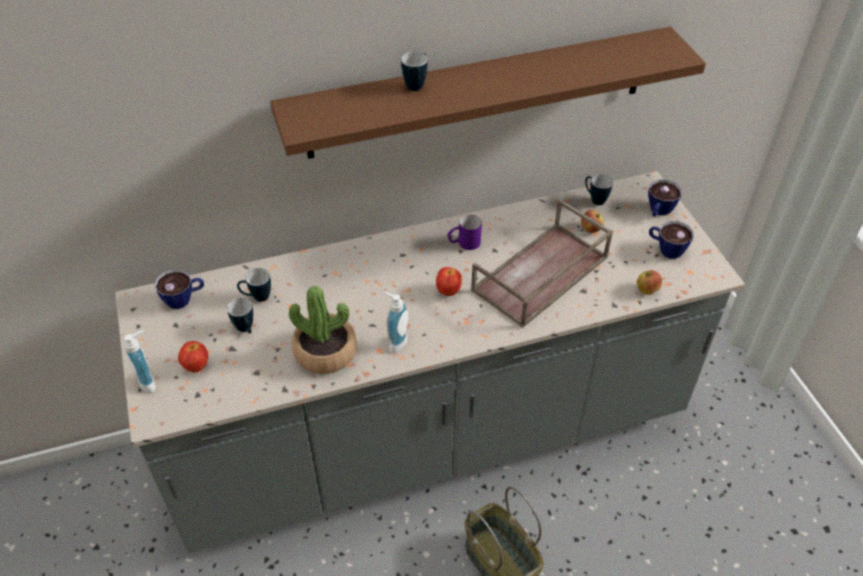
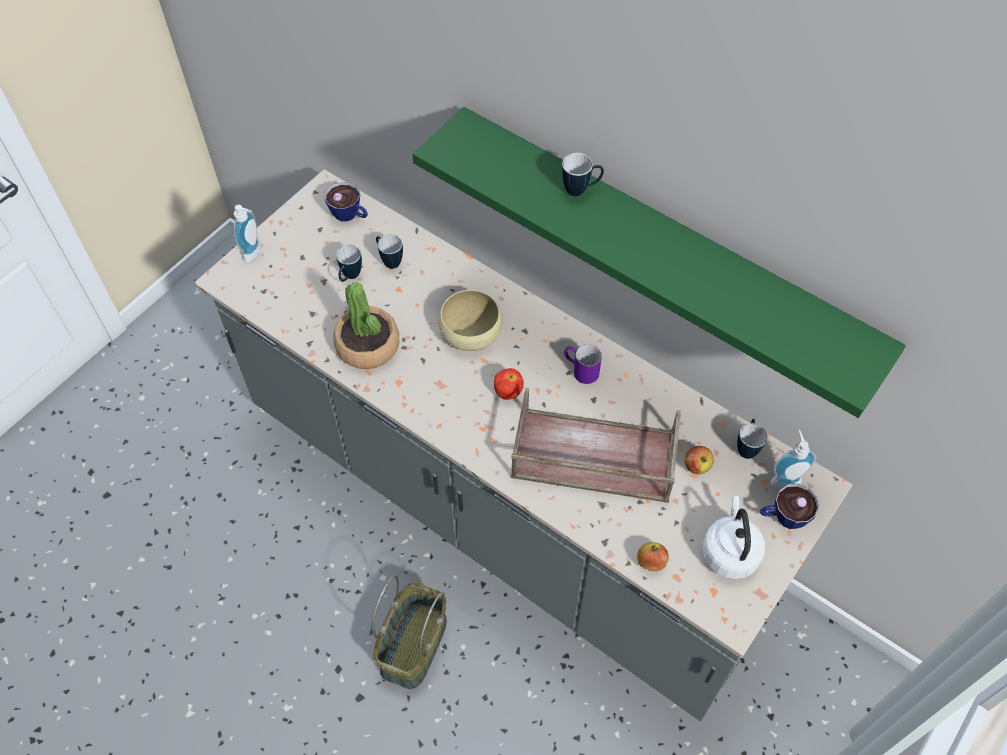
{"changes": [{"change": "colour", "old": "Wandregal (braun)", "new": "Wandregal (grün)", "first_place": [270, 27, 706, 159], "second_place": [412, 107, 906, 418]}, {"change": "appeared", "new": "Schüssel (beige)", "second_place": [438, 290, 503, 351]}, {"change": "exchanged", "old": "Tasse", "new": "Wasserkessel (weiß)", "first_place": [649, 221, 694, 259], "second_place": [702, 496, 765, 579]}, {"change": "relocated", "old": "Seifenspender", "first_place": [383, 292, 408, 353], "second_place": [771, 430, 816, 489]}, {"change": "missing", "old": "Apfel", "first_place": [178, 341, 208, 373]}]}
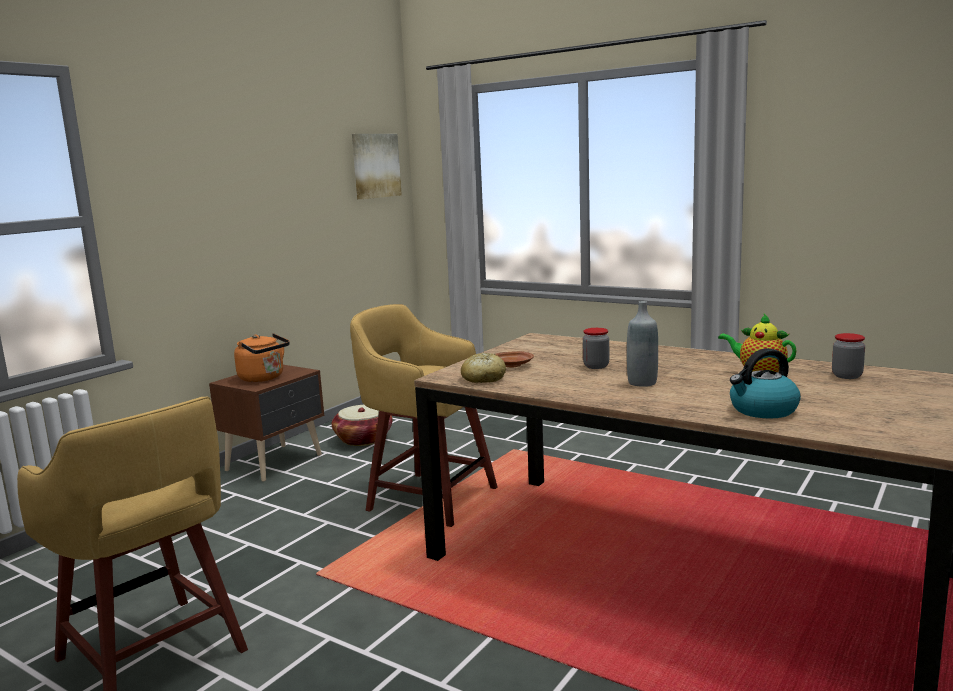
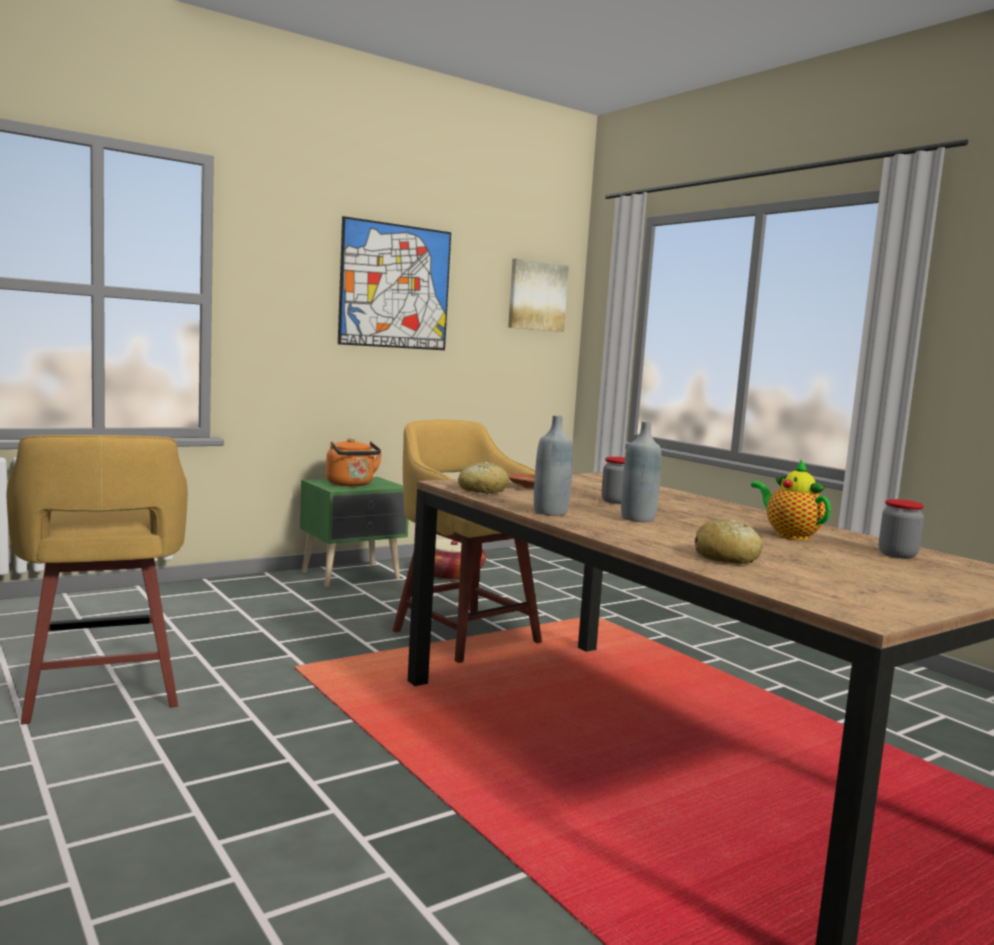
{"changes": [{"change": "colour", "old": "Nachttisch (braun)", "new": "Nachttisch (grün)", "first_place": [209, 365, 324, 481], "second_place": [300, 477, 409, 587]}, {"change": "appeared", "new": "Bild", "second_place": [338, 216, 451, 350]}, {"change": "appeared", "new": "Flasche (grau)", "second_place": [534, 415, 573, 516]}, {"change": "exchanged", "old": "Wasserkessel", "new": "Brot", "first_place": [730, 348, 801, 419], "second_place": [694, 518, 763, 564]}]}
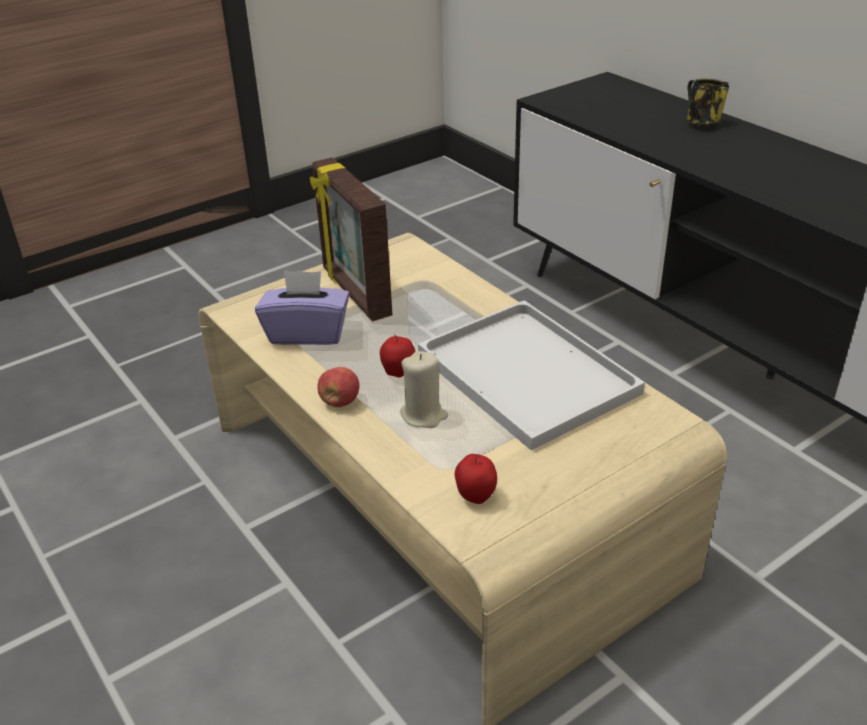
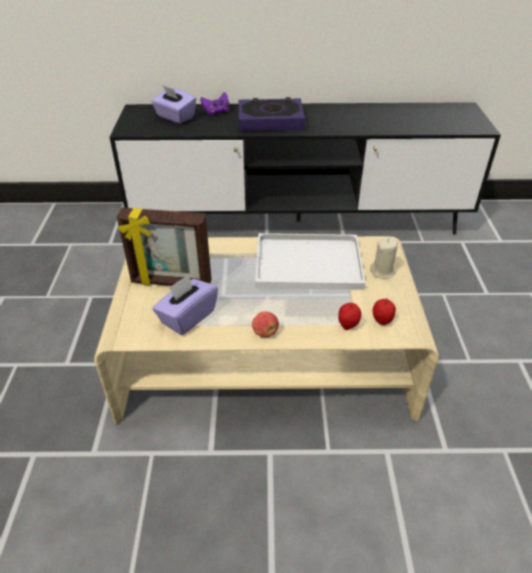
{"changes": [{"change": "appeared", "new": "Taschentuchbox (lila)", "second_place": [151, 85, 196, 124]}, {"change": "exchanged", "old": "Henkelbecher", "new": "Gamepad (lila)", "first_place": [687, 78, 729, 126], "second_place": [200, 92, 229, 115]}, {"change": "appeared", "new": "Buch", "second_place": [238, 97, 305, 131]}, {"change": "relocated", "old": "Apfel", "first_place": [380, 334, 416, 377], "second_place": [338, 303, 361, 330]}, {"change": "relocated", "old": "Kerze (beige)", "first_place": [400, 351, 448, 428], "second_place": [370, 237, 398, 279]}]}
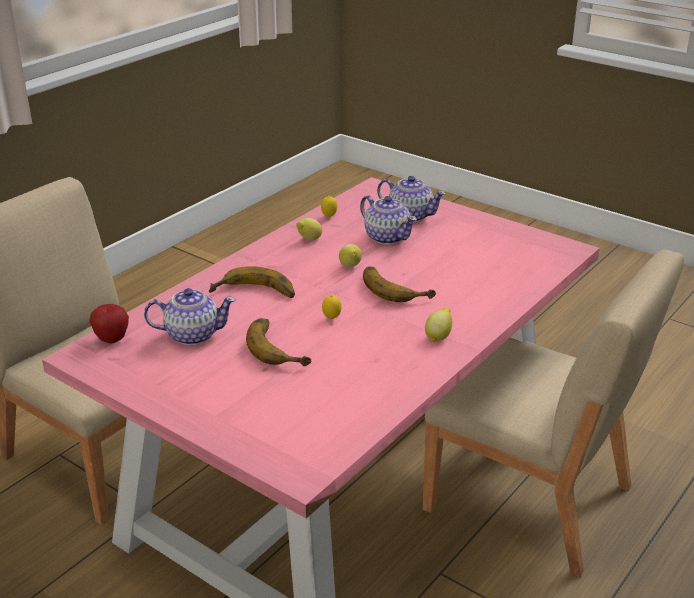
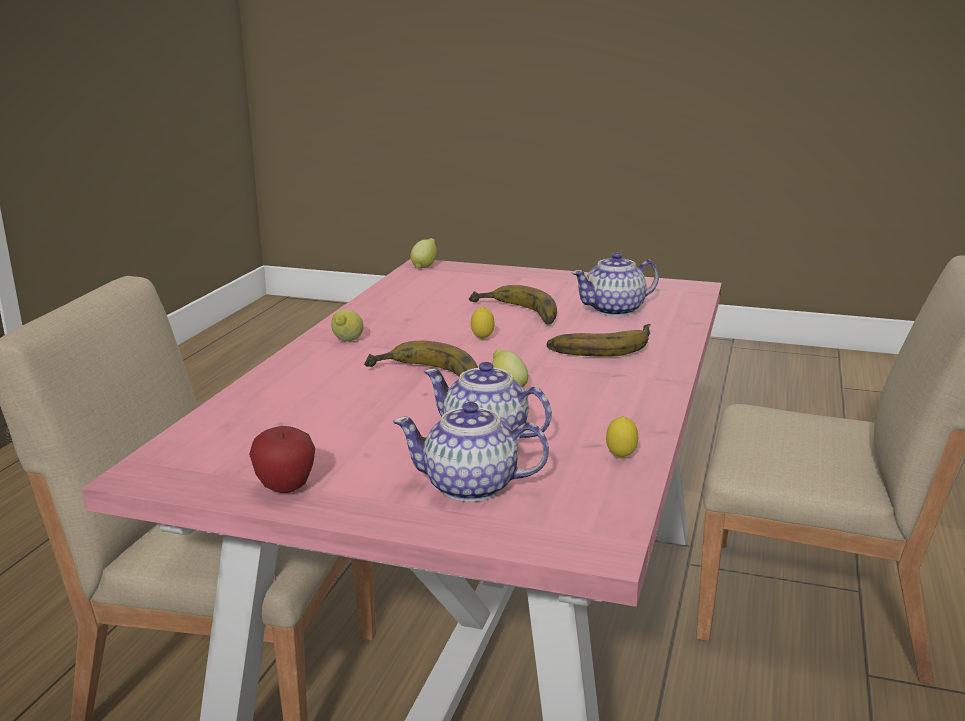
{"changes": [{"change": "relocated", "old": "Apfel", "first_place": [89, 304, 129, 343], "second_place": [249, 426, 315, 493]}, {"change": "relocated", "old": "Zitrone", "first_place": [296, 218, 322, 240], "second_place": [410, 238, 437, 268]}]}
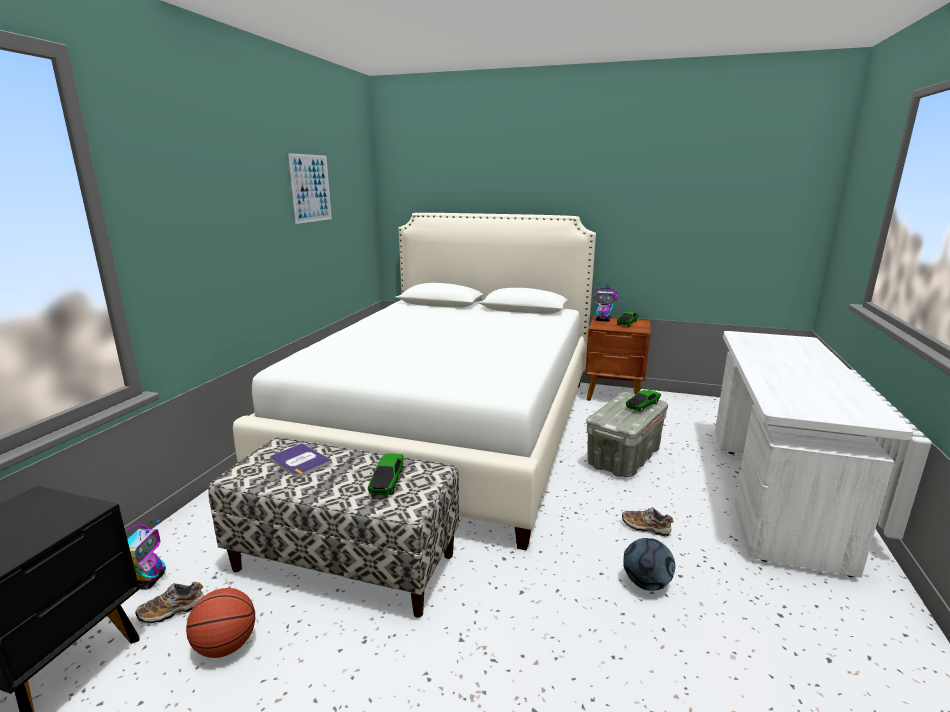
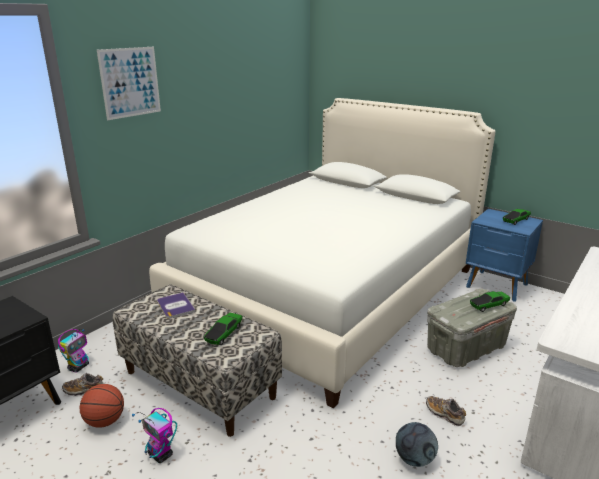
{"changes": [{"change": "relocated", "old": "Bild", "first_place": [288, 153, 332, 224], "second_place": [97, 47, 161, 120]}, {"change": "relocated", "old": "Spielzeugroboter", "first_place": [594, 284, 617, 322], "second_place": [132, 408, 177, 463]}, {"change": "colour", "old": "Nachttisch (braun)", "new": "Nachttisch (blau)", "first_place": [585, 316, 650, 401], "second_place": [466, 209, 543, 302]}]}
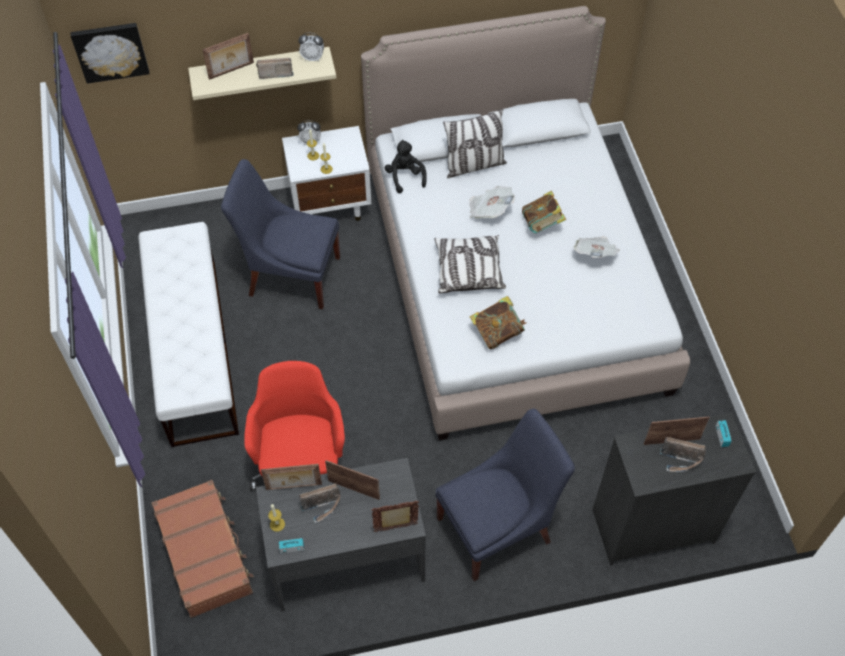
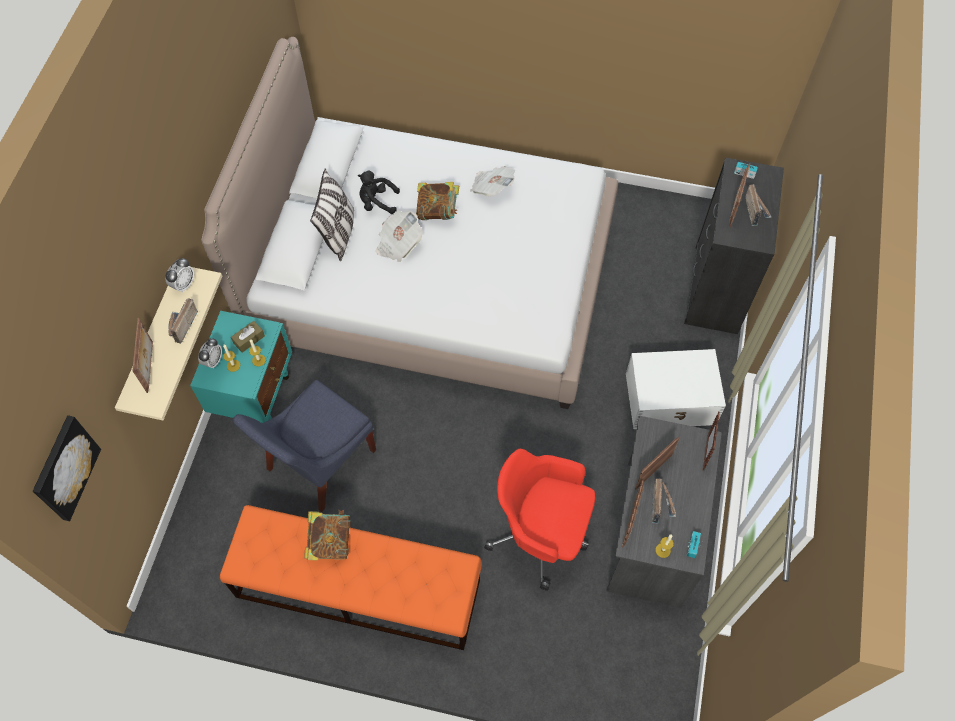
{"changes": [{"change": "colour", "old": "Nachttisch (weiß)", "new": "Nachttisch (türkis)", "first_place": [282, 126, 371, 221], "second_place": [190, 311, 292, 423]}, {"change": "colour", "old": "Bank (weiß)", "new": "Bank (orange)", "first_place": [138, 222, 239, 447], "second_place": [220, 505, 482, 650]}, {"change": "appeared", "new": "Taschentuchbox (braun)", "second_place": [231, 321, 265, 353]}, {"change": "relocated", "old": "Buch", "first_place": [470, 296, 526, 350], "second_place": [304, 510, 351, 560]}, {"change": "relocated", "old": "Plüschtier (schwarz)", "first_place": [385, 140, 427, 194], "second_place": [358, 171, 400, 215]}, {"change": "exchanged", "old": "Stuhl (blau)", "new": "Aufbewahrungsbox (weiß)", "first_place": [436, 408, 575, 581], "second_place": [626, 349, 726, 429]}, {"change": "spun", "old": "Radio", "first_place": [660, 437, 706, 472], "second_place": [745, 184, 771, 226], "degrees": -45}, {"change": "missing", "old": "Koffer (braun)", "first_place": [152, 480, 254, 618]}, {"change": "missing", "old": "Kissen", "first_place": [434, 235, 506, 293]}]}
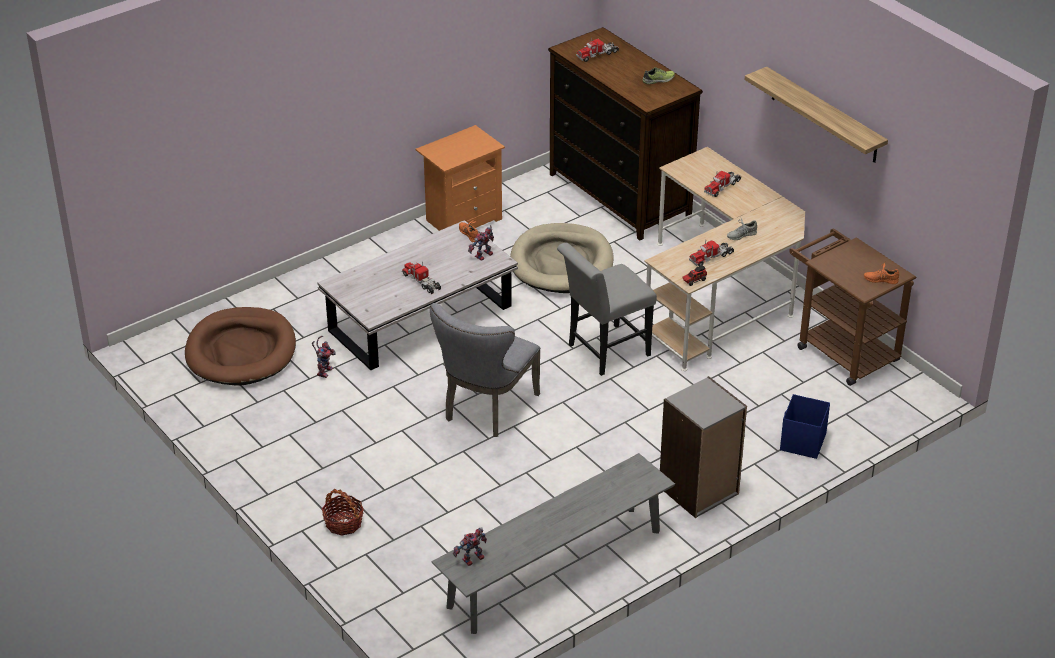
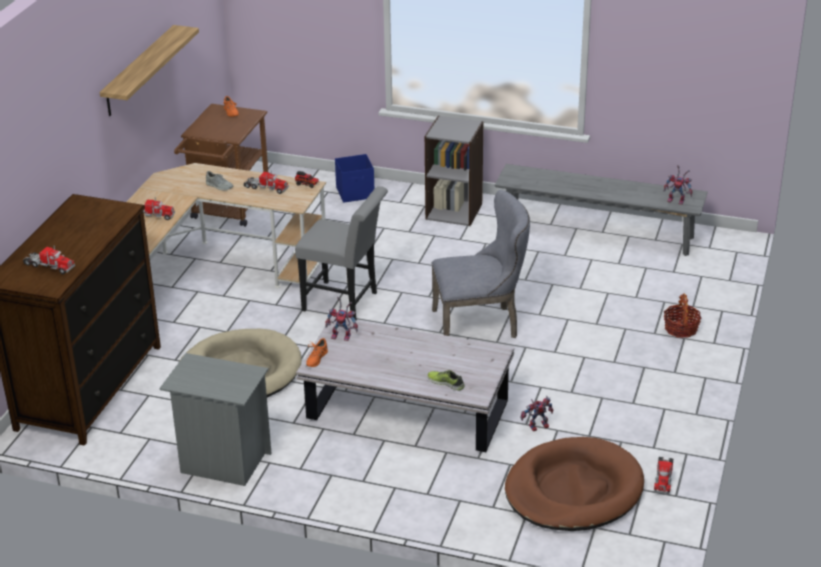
{"changes": [{"change": "colour", "old": "Nachttisch (orange)", "new": "Nachttisch (grau)", "first_place": [415, 125, 505, 231], "second_place": [159, 353, 271, 486]}, {"change": "relocated", "old": "Schuh", "first_place": [643, 67, 675, 84], "second_place": [428, 370, 465, 391]}, {"change": "relocated", "old": "Spielzeuglaster", "first_place": [402, 262, 441, 294], "second_place": [654, 457, 674, 494]}]}
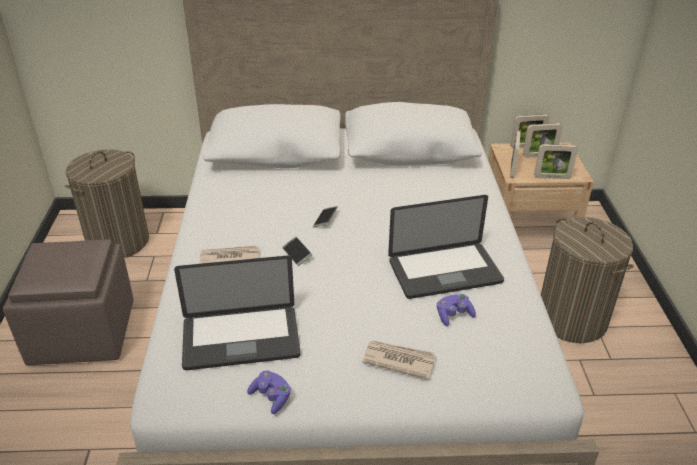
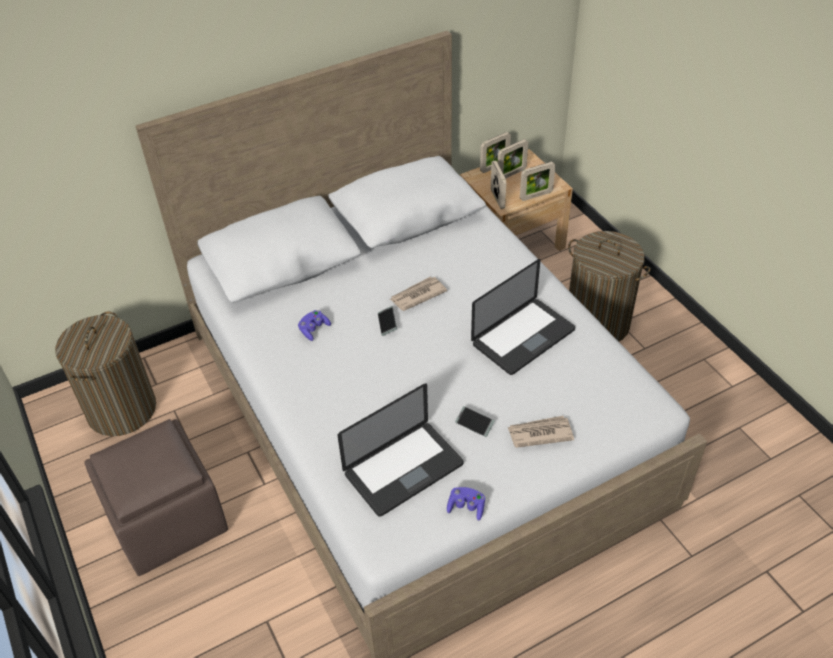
{"changes": [{"change": "relocated", "old": "Gamepad (lila)", "first_place": [437, 294, 476, 326], "second_place": [298, 310, 331, 341]}, {"change": "relocated", "old": "Zeitung", "first_place": [200, 245, 259, 264], "second_place": [390, 277, 447, 311]}, {"change": "relocated", "old": "Handy", "first_place": [282, 237, 312, 266], "second_place": [455, 406, 495, 437]}]}
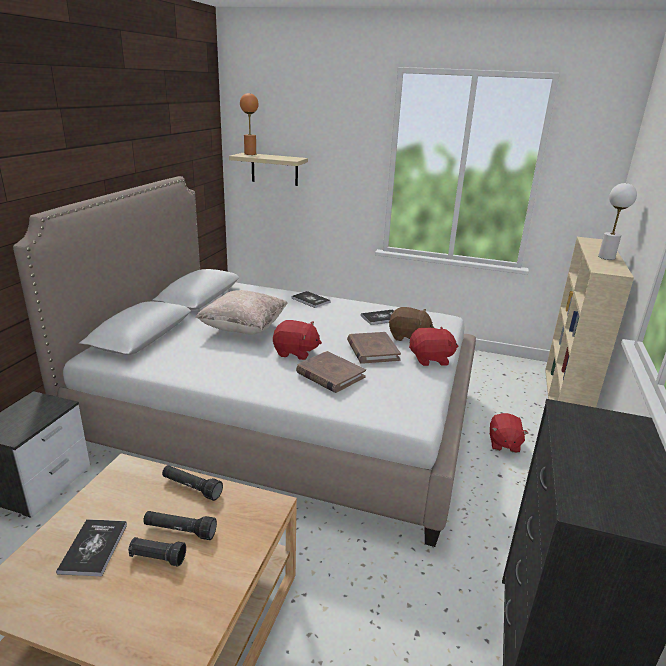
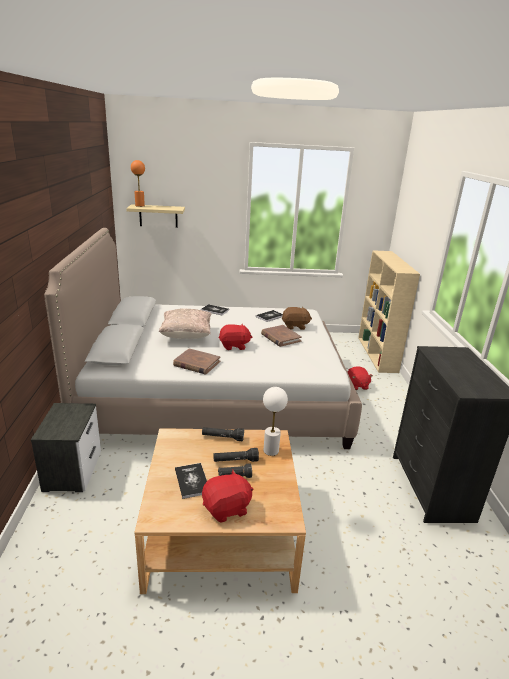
{"changes": [{"change": "relocated", "old": "Buch (braun)", "first_place": [296, 351, 366, 393], "second_place": [173, 348, 221, 375]}, {"change": "relocated", "old": "Plüschtier (rot)", "first_place": [409, 326, 458, 366], "second_place": [202, 470, 253, 523]}, {"change": "relocated", "old": "Tischlampe (weiß)", "first_place": [598, 183, 637, 260], "second_place": [263, 387, 288, 456]}]}
